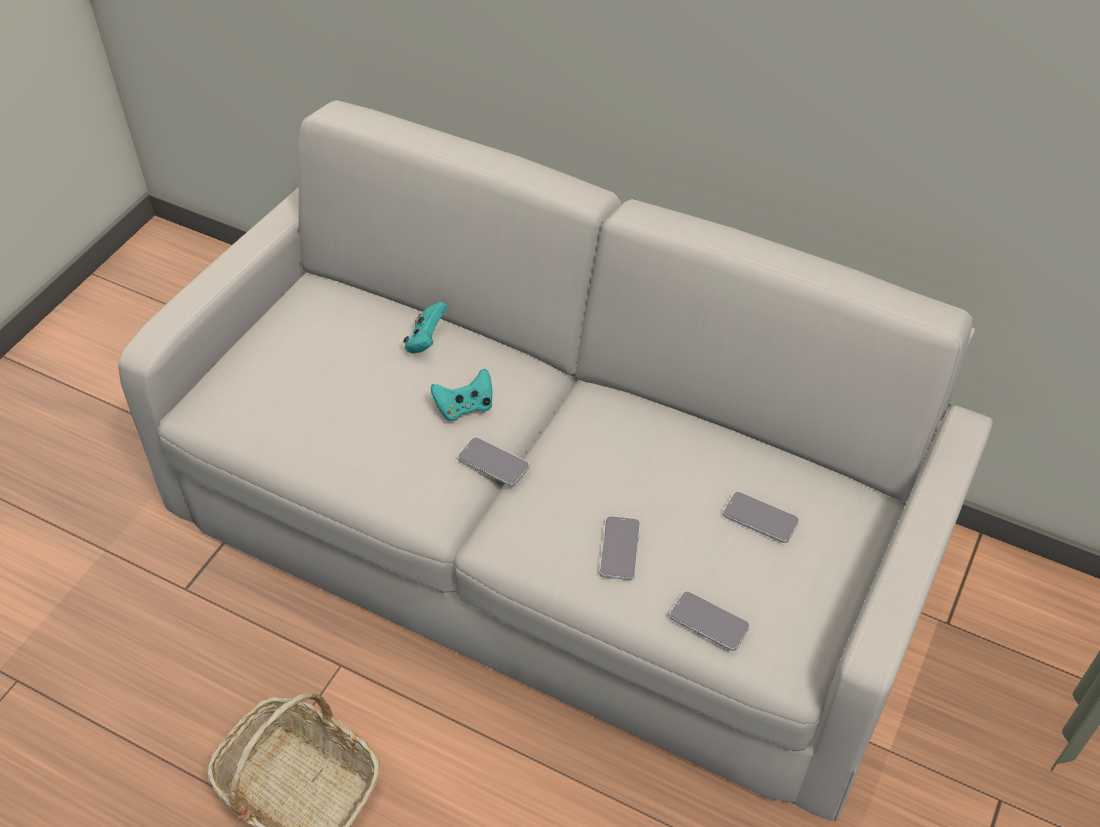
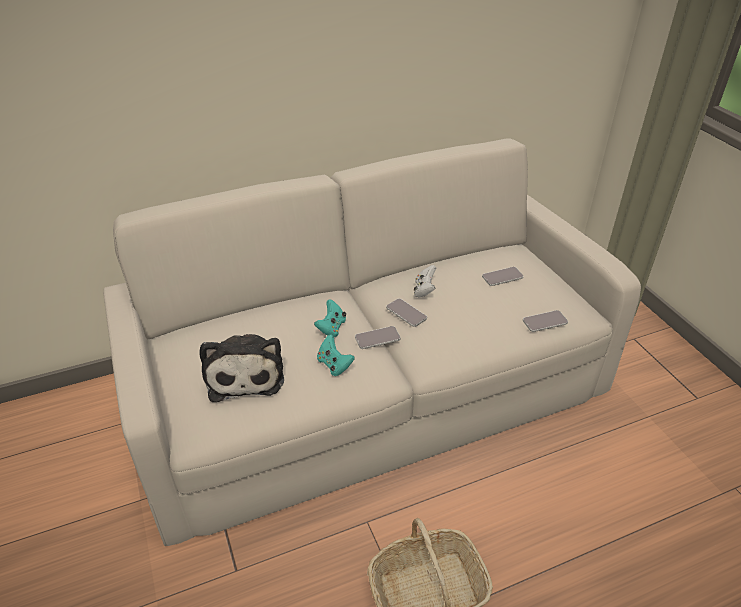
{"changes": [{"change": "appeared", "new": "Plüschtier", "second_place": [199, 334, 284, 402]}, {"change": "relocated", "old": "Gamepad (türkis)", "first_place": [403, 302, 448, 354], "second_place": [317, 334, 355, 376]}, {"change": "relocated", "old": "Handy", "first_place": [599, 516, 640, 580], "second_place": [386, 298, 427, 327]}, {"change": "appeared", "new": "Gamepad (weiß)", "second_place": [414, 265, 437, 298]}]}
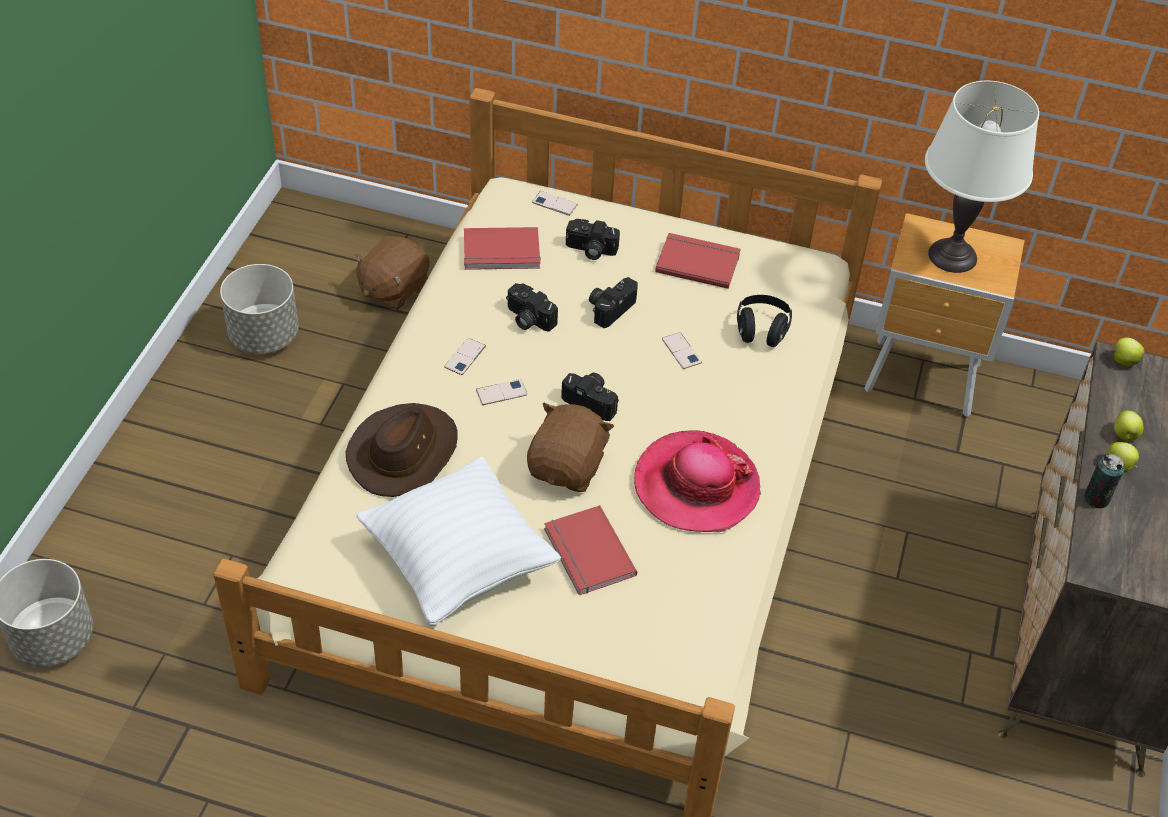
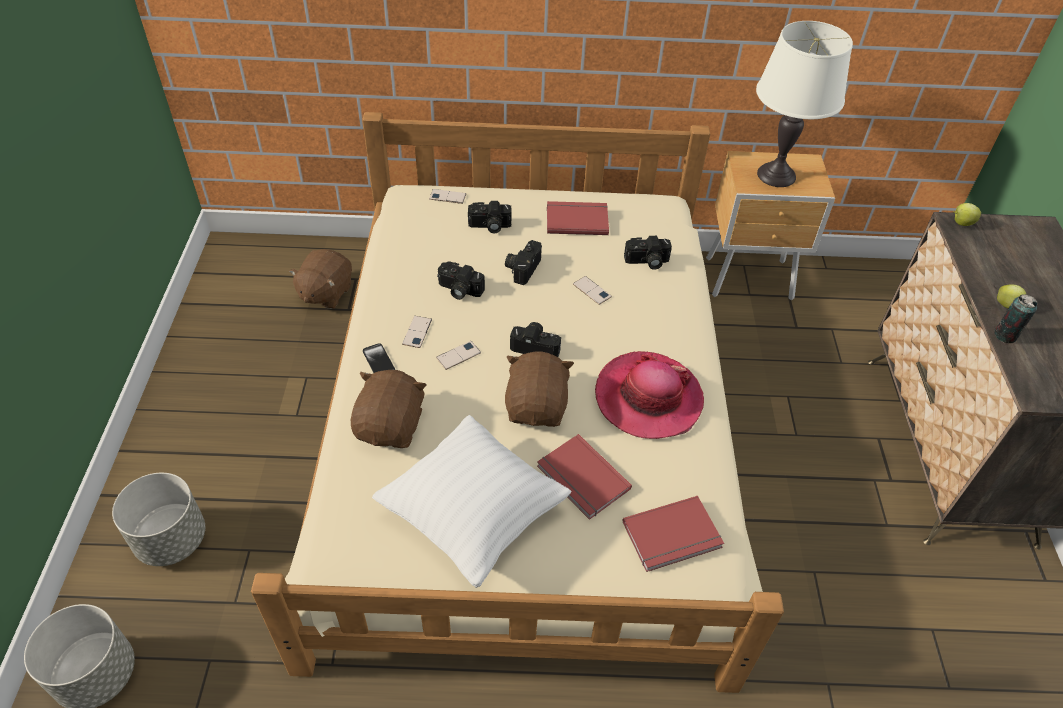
{"changes": [{"change": "relocated", "old": "Pflanzkübel (grau)", "first_place": [220, 264, 299, 354], "second_place": [112, 473, 205, 566]}, {"change": "exchanged", "old": "Hut (braun)", "new": "Plüschtier (braun)", "first_place": [346, 403, 458, 497], "second_place": [351, 370, 427, 448]}, {"change": "appeared", "new": "Handy", "second_place": [363, 343, 395, 373]}, {"change": "relocated", "old": "Buch (rot)", "first_place": [464, 227, 540, 270], "second_place": [623, 496, 724, 572]}, {"change": "exchanged", "old": "Kopfhörer (schwarz)", "new": "Kamera", "first_place": [737, 295, 792, 347], "second_place": [624, 236, 672, 270]}, {"change": "missing", "old": "Apfel", "first_place": [1114, 410, 1143, 441]}]}
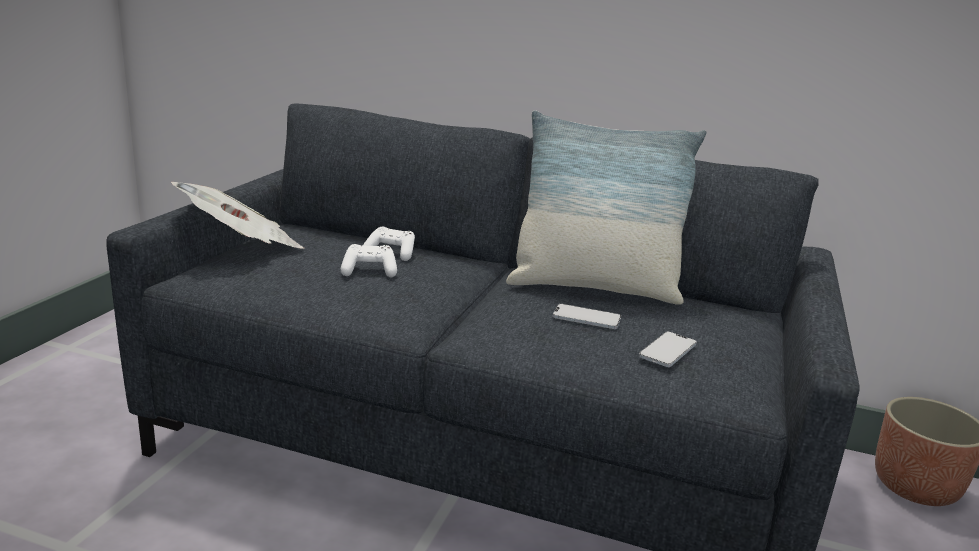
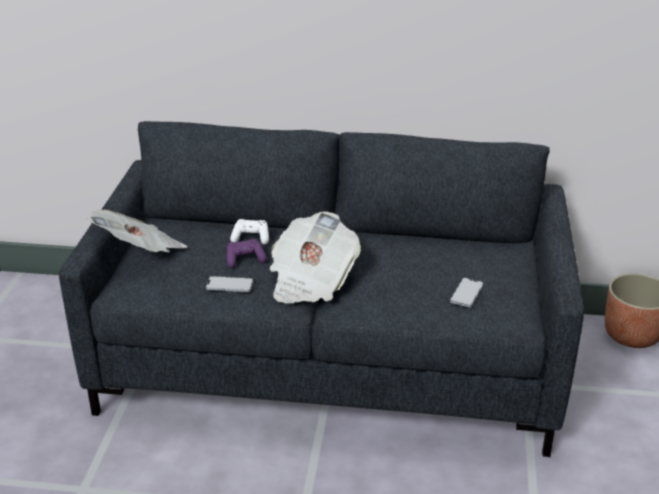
{"changes": [{"change": "relocated", "old": "Handy", "first_place": [553, 304, 621, 329], "second_place": [206, 276, 253, 292]}, {"change": "colour", "old": "Gamepad (weiß)", "new": "Gamepad (lila)", "first_place": [341, 244, 397, 277], "second_place": [227, 239, 267, 268]}, {"change": "appeared", "new": "Zeitung", "second_place": [269, 212, 361, 303]}, {"change": "missing", "old": "Kissen", "first_place": [506, 110, 706, 305]}]}
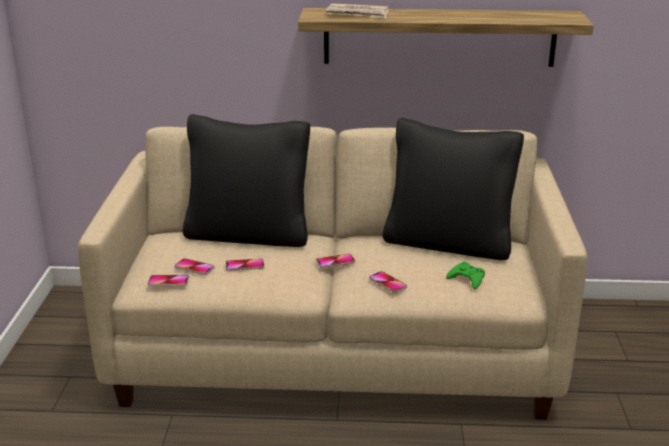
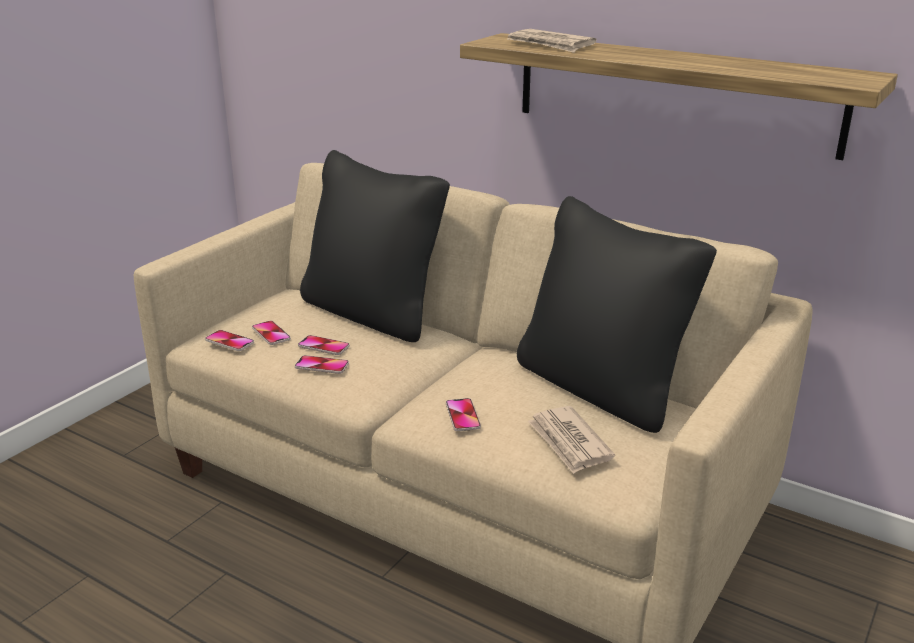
{"changes": [{"change": "relocated", "old": "Handy", "first_place": [316, 253, 355, 268], "second_place": [295, 355, 349, 374]}, {"change": "exchanged", "old": "Gamepad (grün)", "new": "Zeitung", "first_place": [446, 262, 485, 289], "second_place": [528, 406, 615, 474]}]}
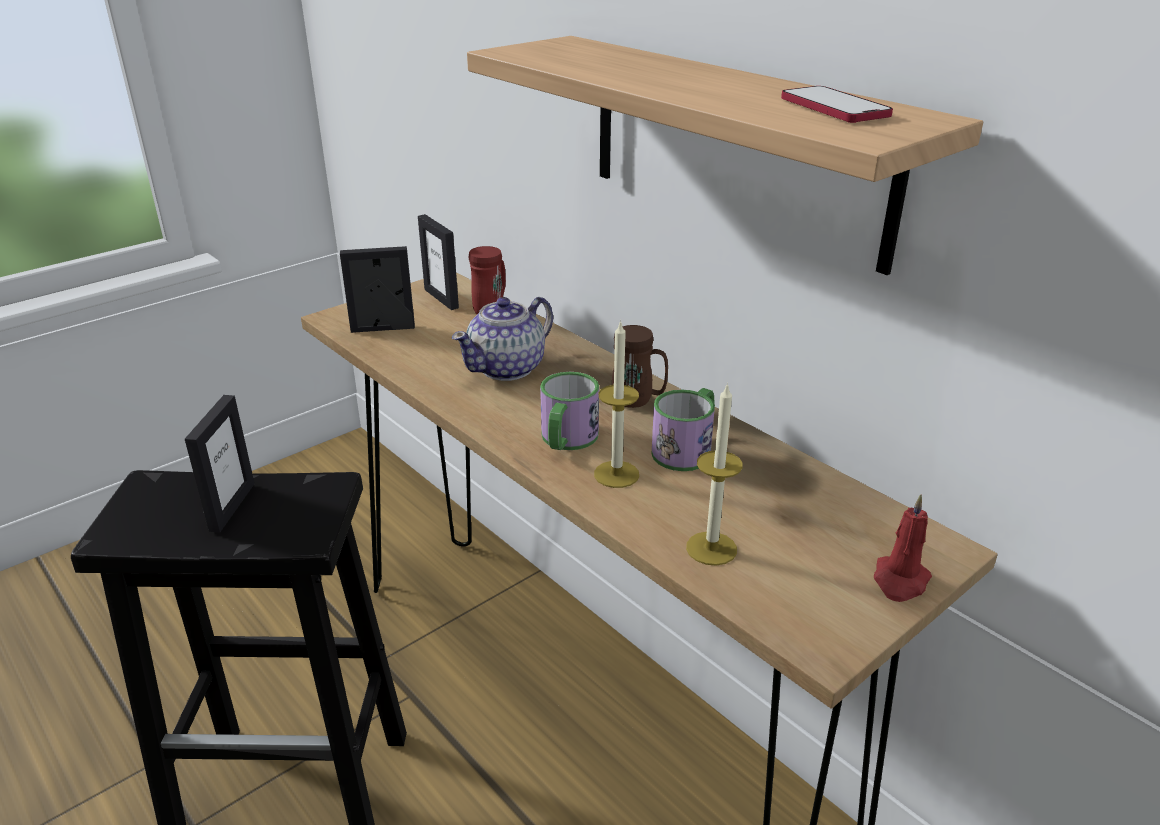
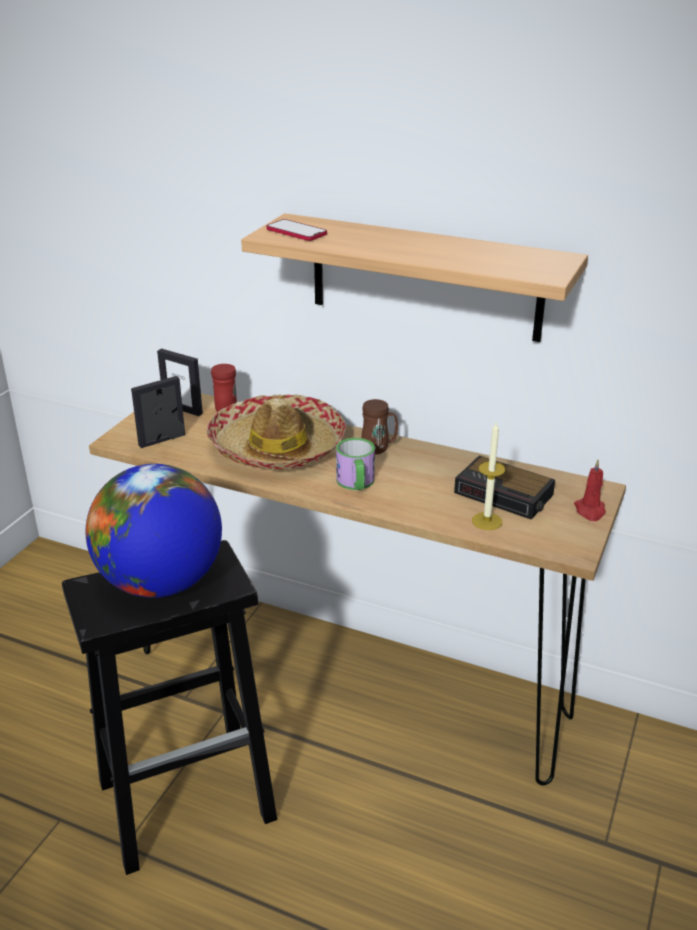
{"changes": [{"change": "exchanged", "old": "Bilderrahmen", "new": "Globus", "first_place": [185, 395, 255, 533], "second_place": [85, 464, 222, 598]}, {"change": "exchanged", "old": "Teekanne", "new": "Hut", "first_place": [452, 297, 553, 381], "second_place": [207, 394, 346, 469]}, {"change": "relocated", "old": "Handy", "first_place": [781, 86, 893, 123], "second_place": [267, 219, 327, 241]}, {"change": "appeared", "new": "Wecker", "second_place": [454, 455, 555, 520]}, {"change": "missing", "old": "Kerze", "first_place": [594, 320, 639, 488]}, {"change": "missing", "old": "Henkelbecher", "first_place": [652, 388, 715, 471]}]}
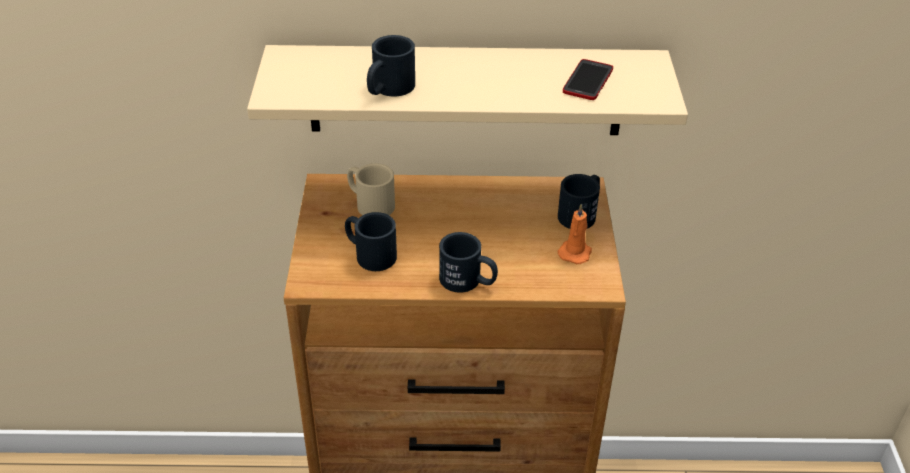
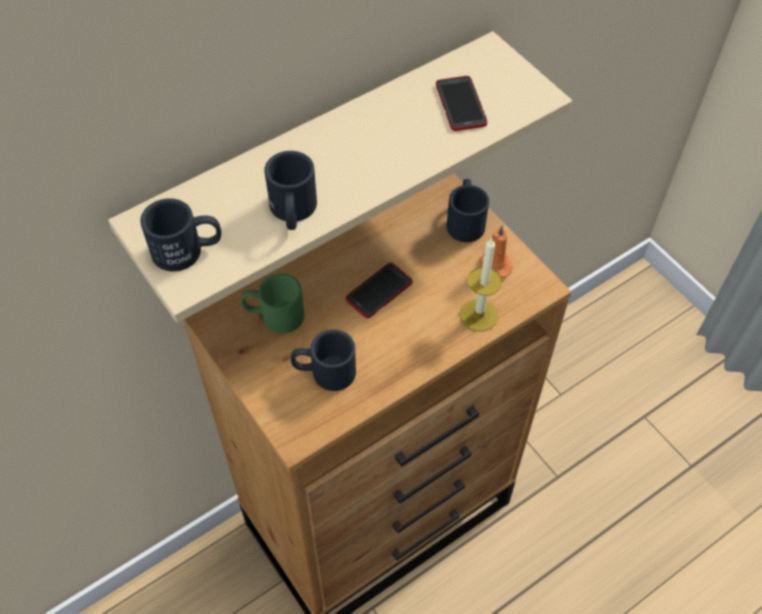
{"changes": [{"change": "relocated", "old": "Henkelbecher (schwarz)", "first_place": [439, 232, 498, 293], "second_place": [140, 198, 221, 271]}, {"change": "colour", "old": "Henkelbecher (beige)", "new": "Henkelbecher (grün)", "first_place": [347, 163, 395, 215], "second_place": [241, 273, 304, 334]}, {"change": "appeared", "new": "Handy", "second_place": [346, 262, 413, 318]}, {"change": "appeared", "new": "Kerze", "second_place": [460, 237, 502, 331]}]}
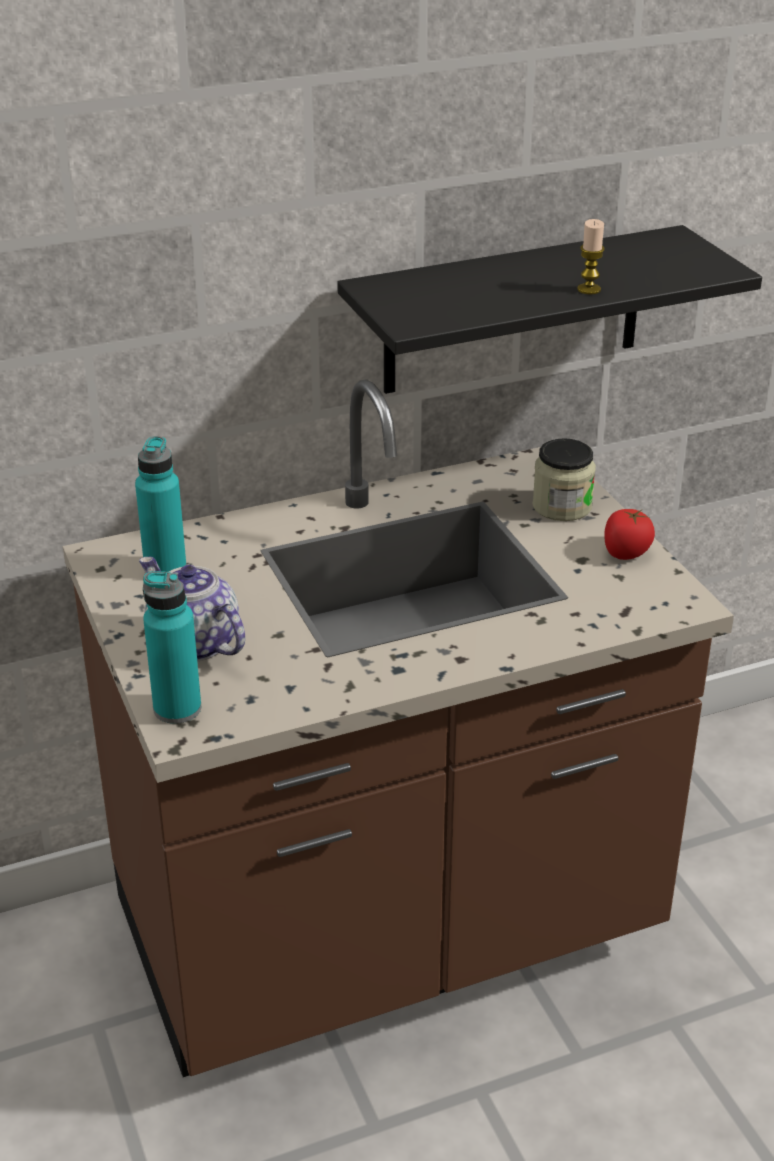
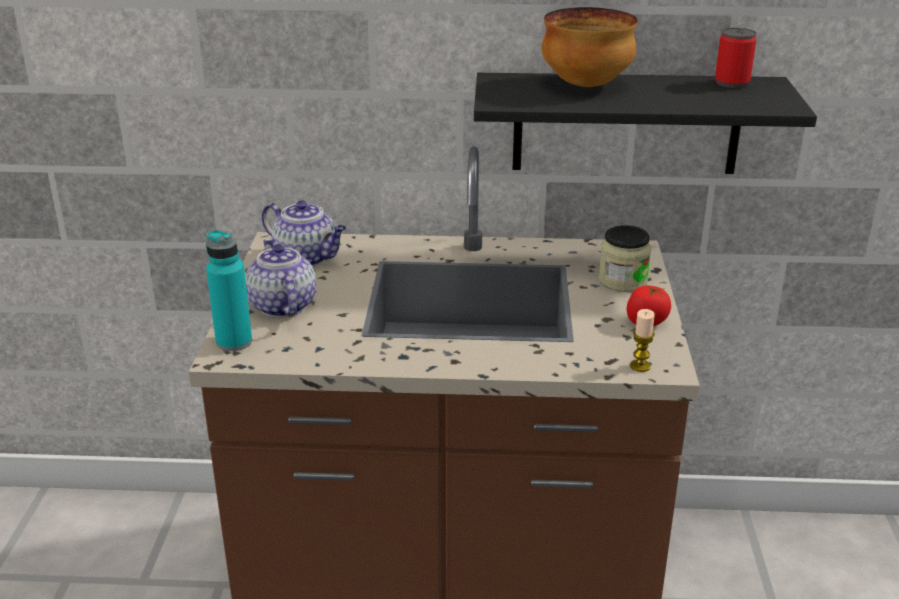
{"changes": [{"change": "exchanged", "old": "Flasche (türkis)", "new": "Teekanne", "first_place": [135, 436, 186, 572], "second_place": [262, 201, 346, 266]}, {"change": "appeared", "new": "Schüssel", "second_place": [542, 7, 638, 87]}, {"change": "relocated", "old": "Kerze", "first_place": [577, 219, 605, 294], "second_place": [630, 309, 655, 372]}, {"change": "appeared", "new": "Dose", "second_place": [715, 28, 757, 88]}]}
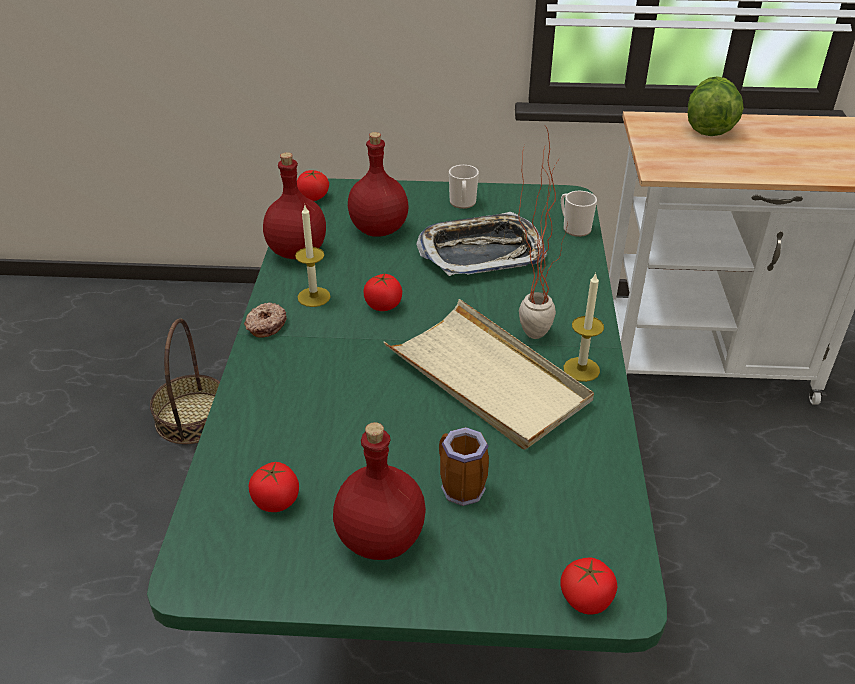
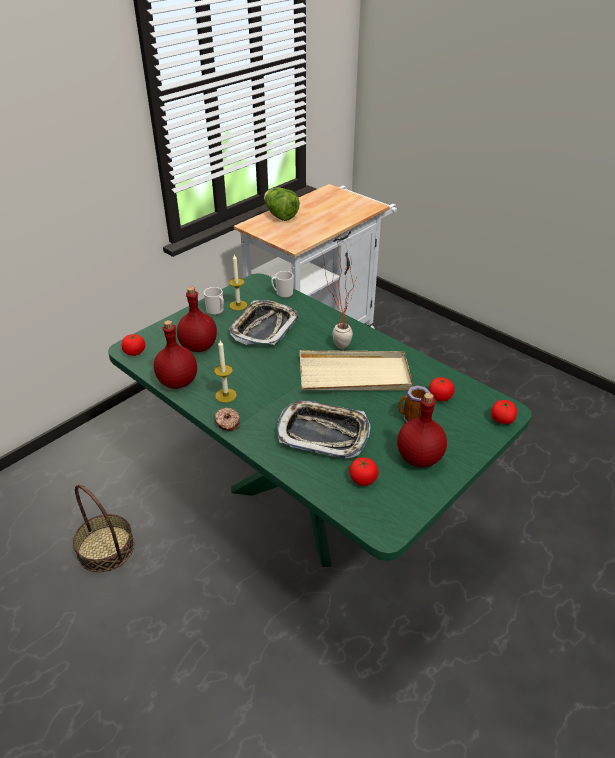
{"changes": [{"change": "relocated", "old": "Kerze", "first_place": [563, 273, 604, 382], "second_place": [229, 254, 247, 310]}, {"change": "appeared", "new": "Tablett", "second_place": [277, 400, 370, 459]}, {"change": "relocated", "old": "Tomate", "first_place": [363, 274, 402, 311], "second_place": [429, 377, 455, 402]}]}
